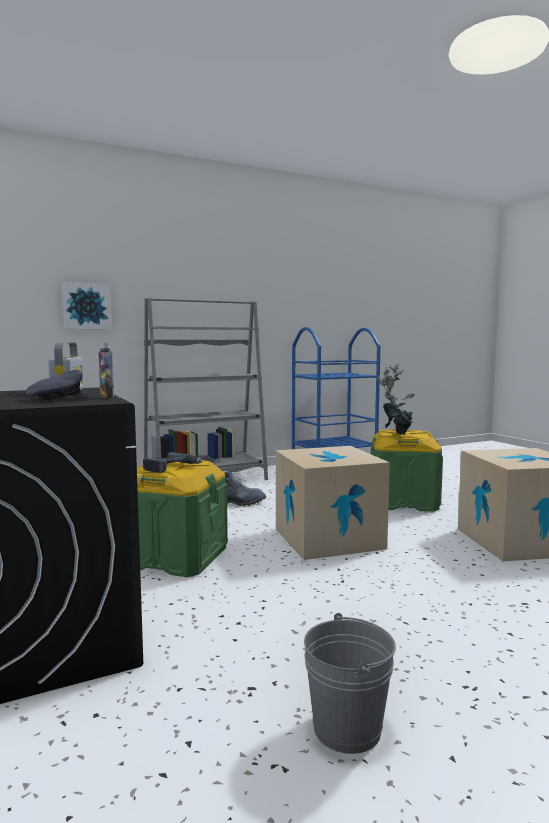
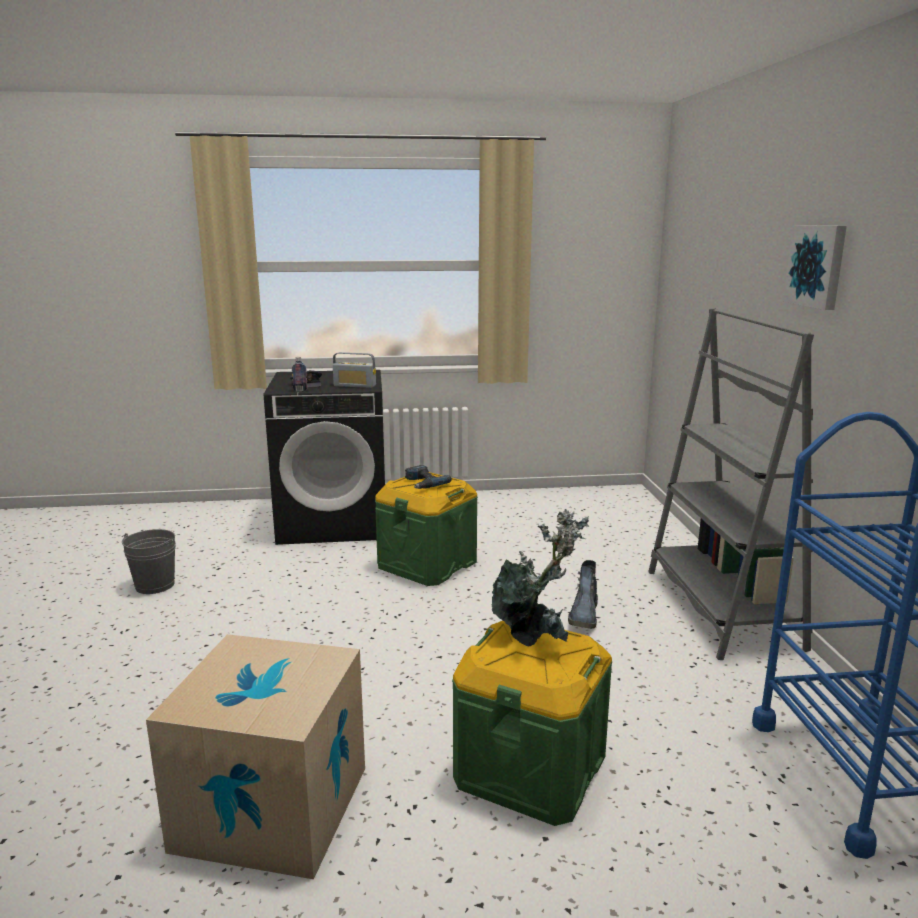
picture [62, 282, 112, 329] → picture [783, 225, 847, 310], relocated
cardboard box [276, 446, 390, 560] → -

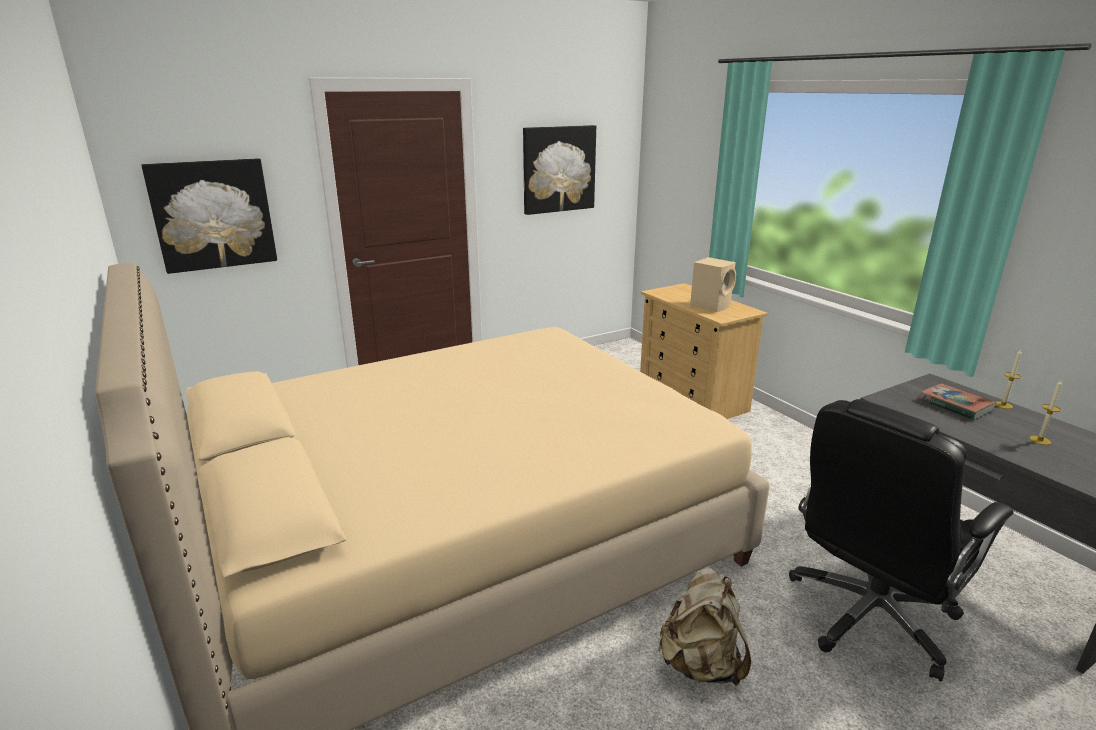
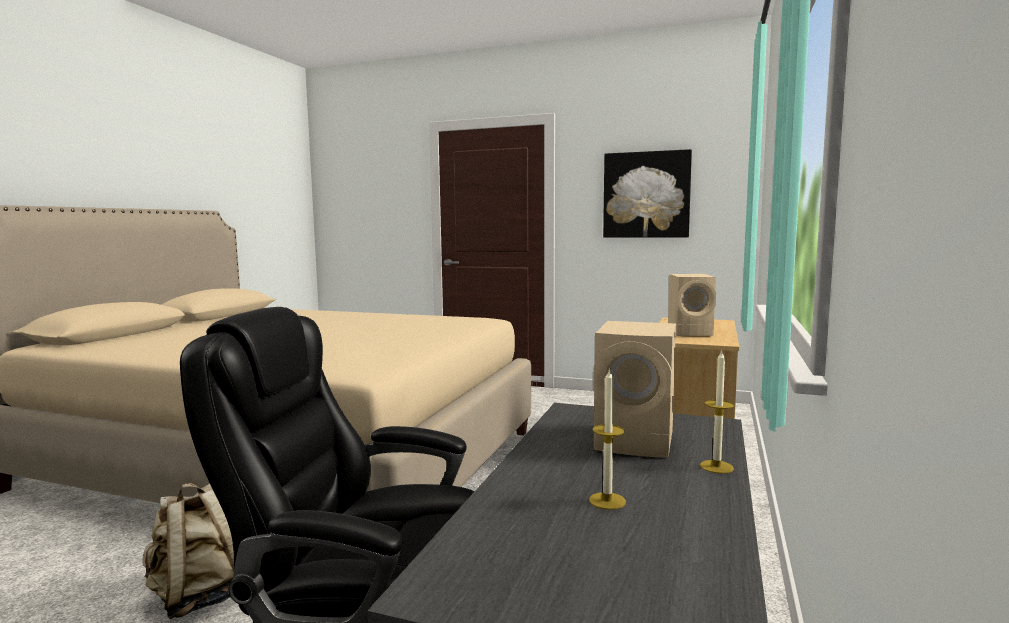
picture [141, 158, 277, 274] → -
book [919, 384, 997, 420] → beige speaker [593, 321, 676, 458]

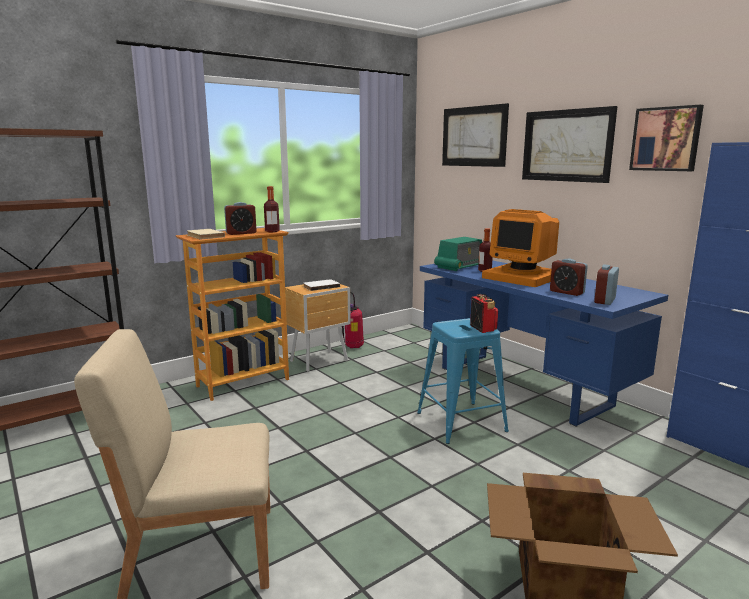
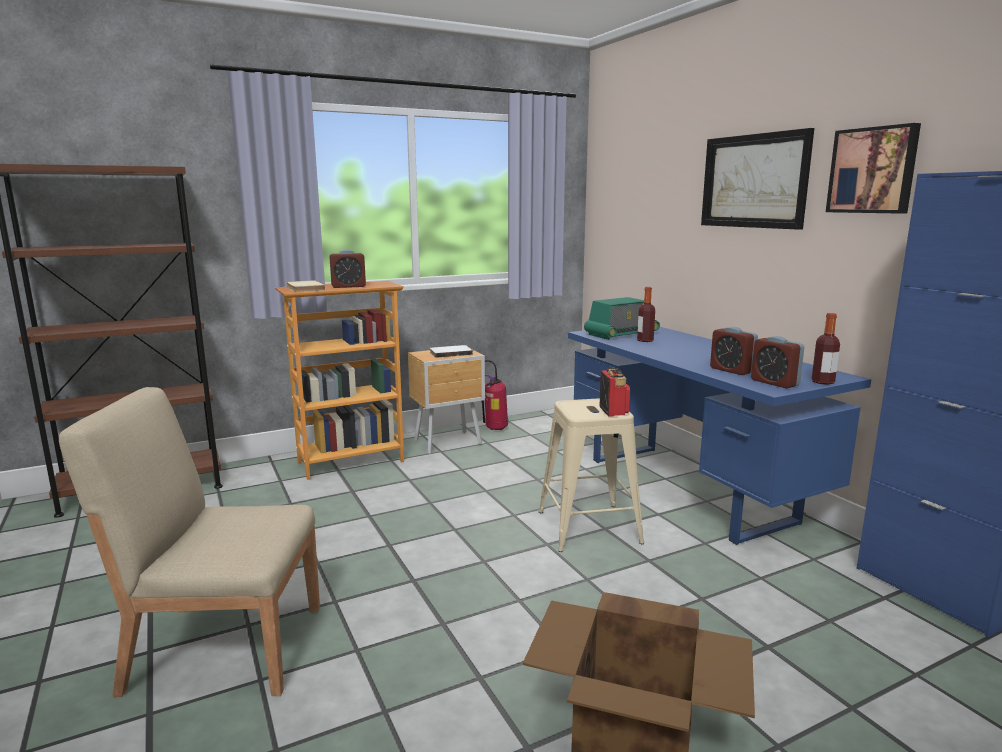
bottle [264, 186, 280, 232] → bottle [812, 313, 840, 385], relocated
blue stool [417, 318, 509, 444] → beige stool [539, 398, 644, 552]
picture [442, 103, 509, 167] → -
monitor [482, 209, 559, 287] → -
alarm clock [594, 264, 619, 305] → alarm clock [751, 336, 804, 388], 75 degrees counterclockwise

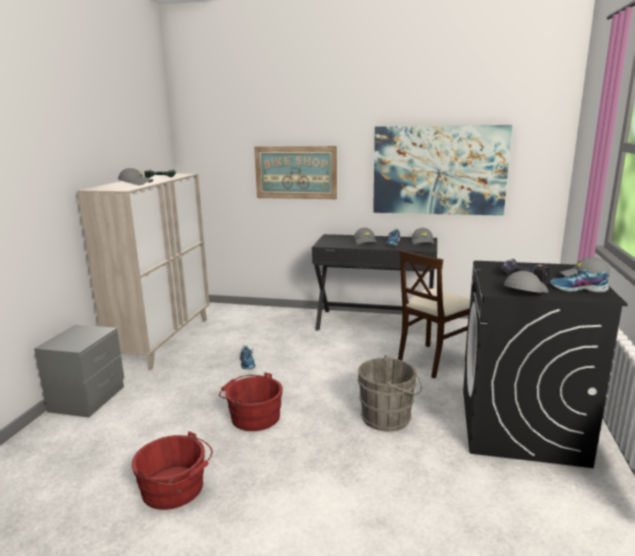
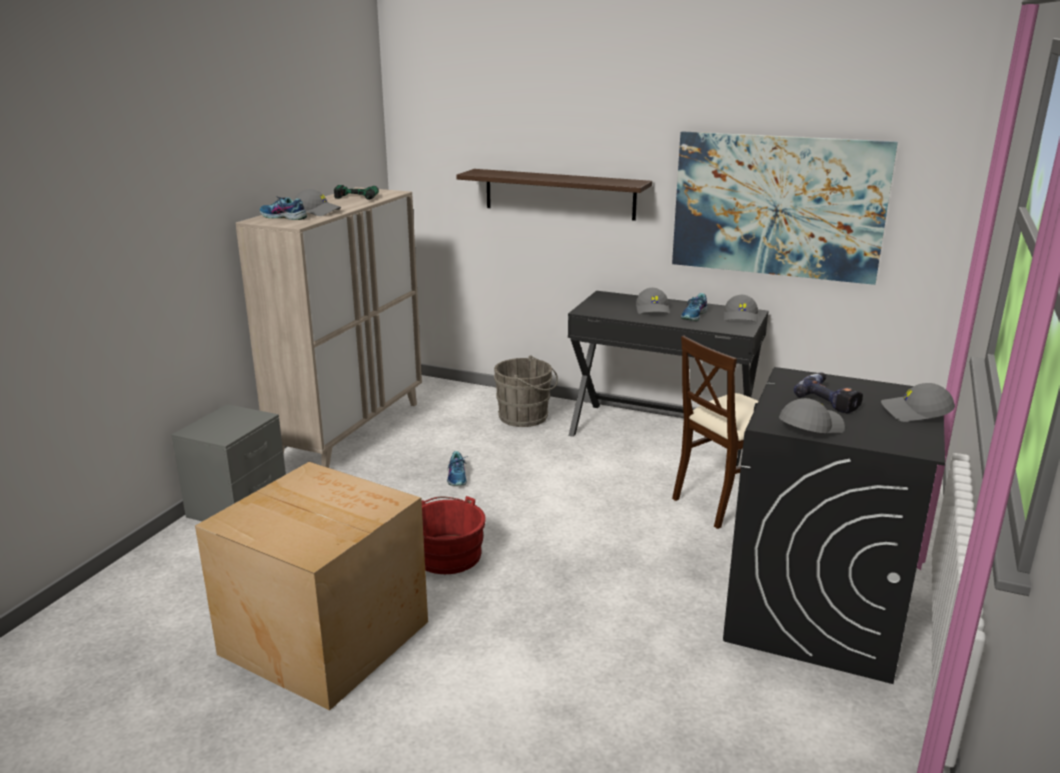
red bucket [132, 431, 213, 510] → cardboard box [195, 462, 428, 711]
picture [254, 146, 337, 199] → shelf [456, 169, 652, 221]
grey bucket [357, 355, 422, 432] → grey bucket [494, 355, 558, 427], relocated
shoe [550, 270, 610, 292] → shoe [260, 197, 307, 220], relocated

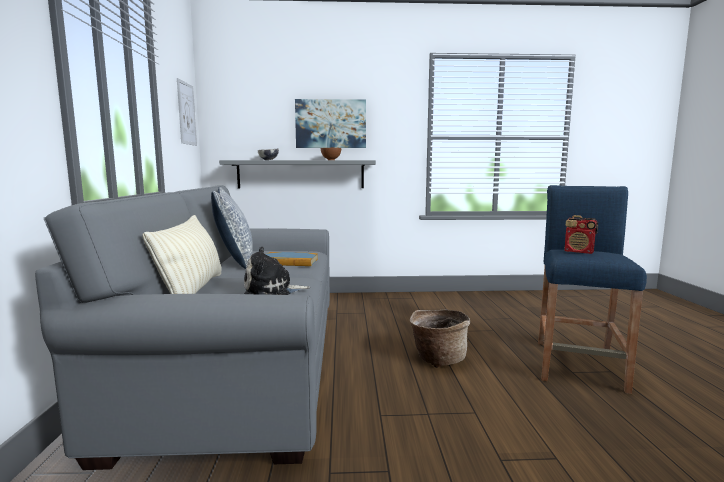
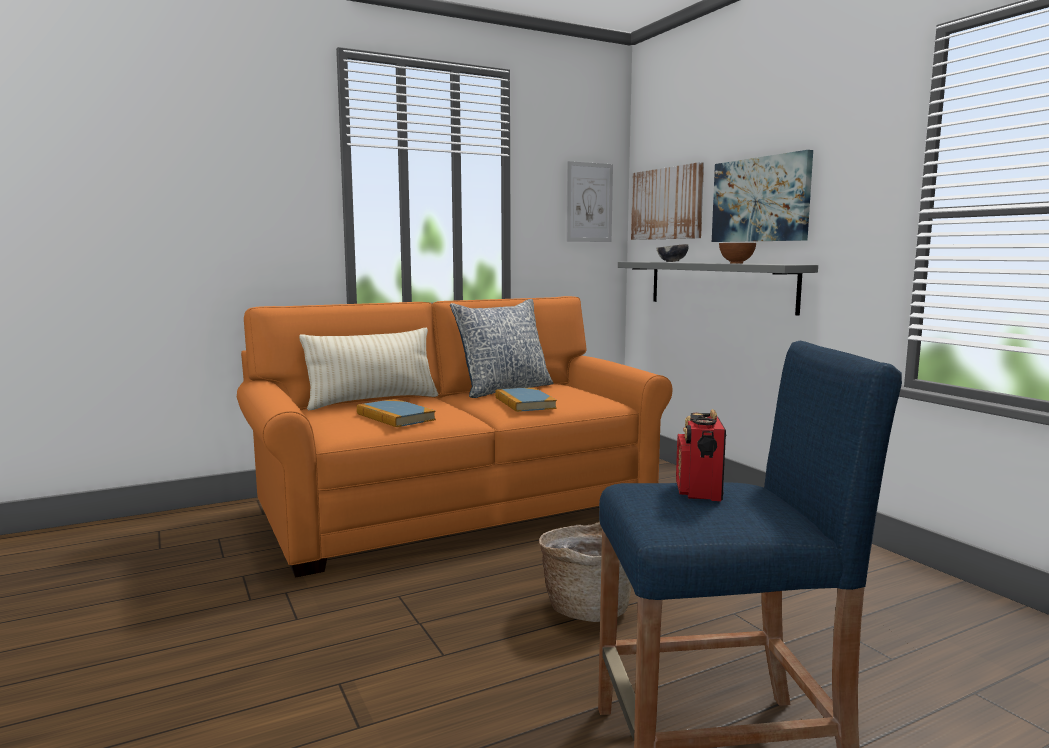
grey sofa [35, 185, 330, 470] → orange sofa [237, 296, 672, 577]
plush toy [244, 247, 310, 295] → book [357, 399, 436, 427]
- → picture [631, 162, 704, 240]

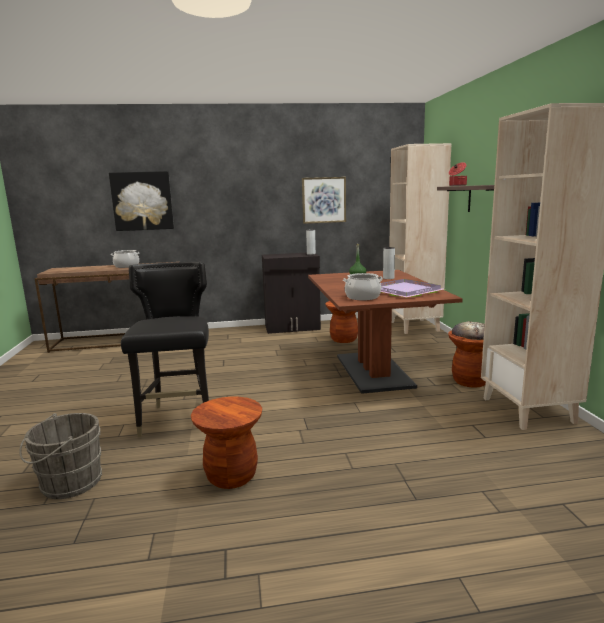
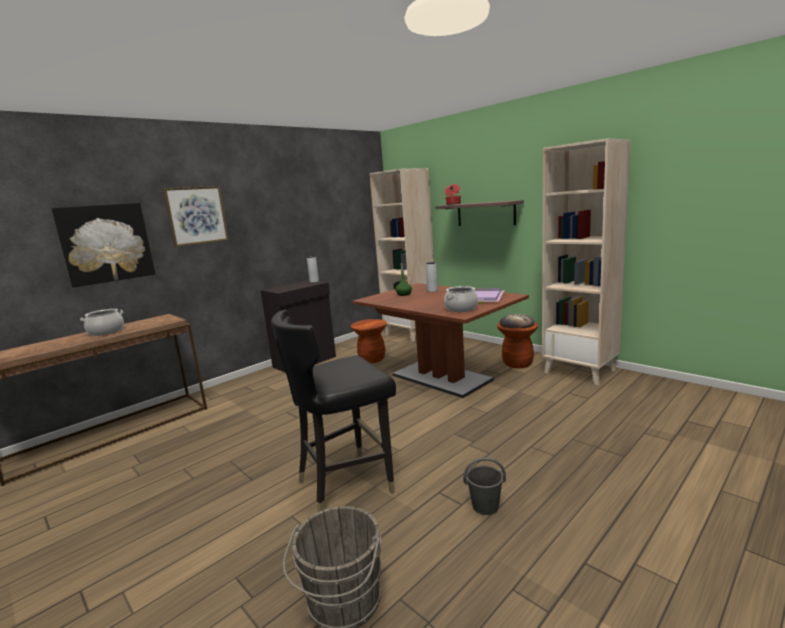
black chair [121, 261, 209, 437] → black chair [271, 310, 396, 513], 75 degrees counterclockwise
brown stool [191, 397, 262, 489] → grey bucket [463, 458, 506, 515]
picture [302, 177, 346, 224] → picture [163, 186, 229, 247], relocated

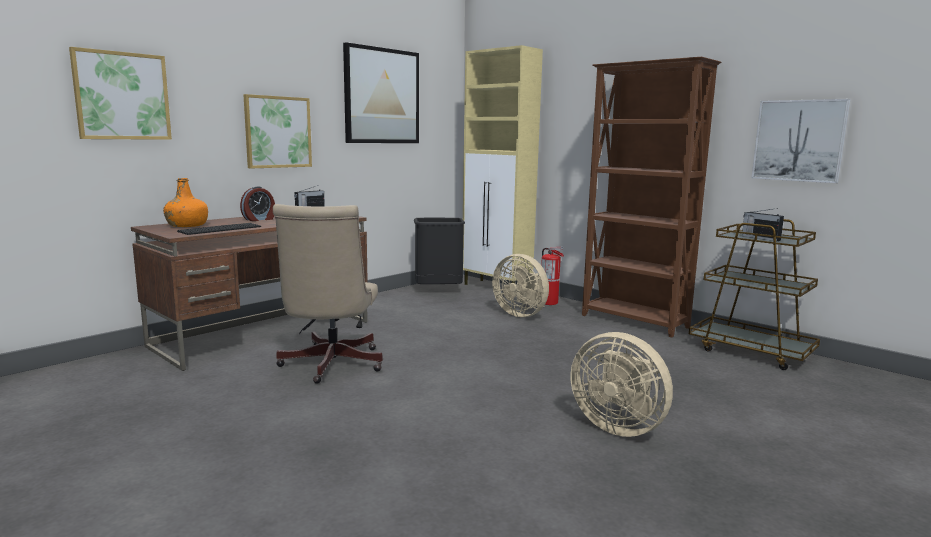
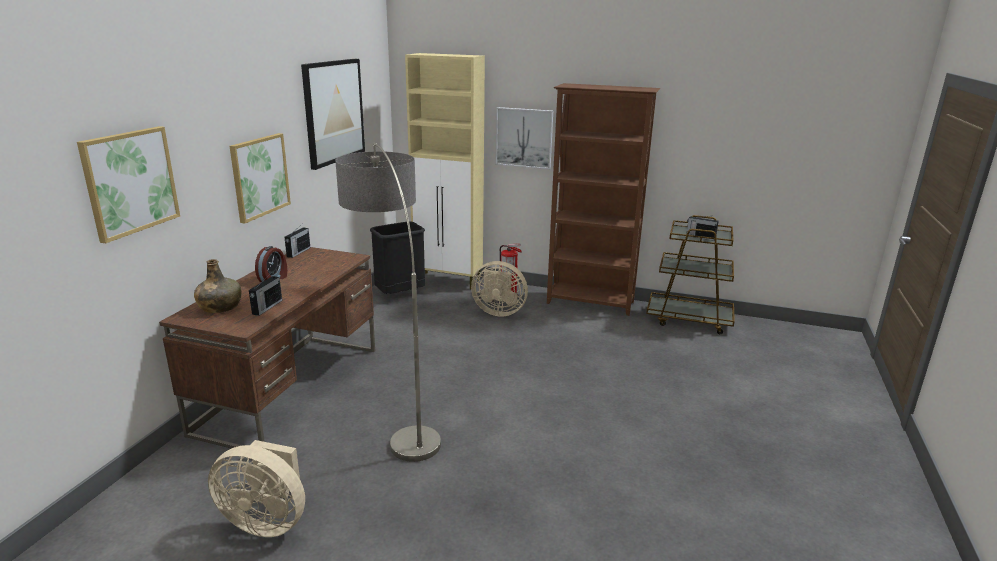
orange bottle [163, 178, 208, 227] → green bottle [194, 259, 241, 313]
keyboard [177, 223, 261, 235] → radio [249, 272, 282, 316]
beige office chair [273, 204, 383, 384] → floor lamp [335, 142, 441, 462]
beige fan [570, 332, 673, 437] → beige fan [208, 440, 305, 537], relocated
picture [751, 99, 850, 183] → picture [496, 107, 553, 169], relocated

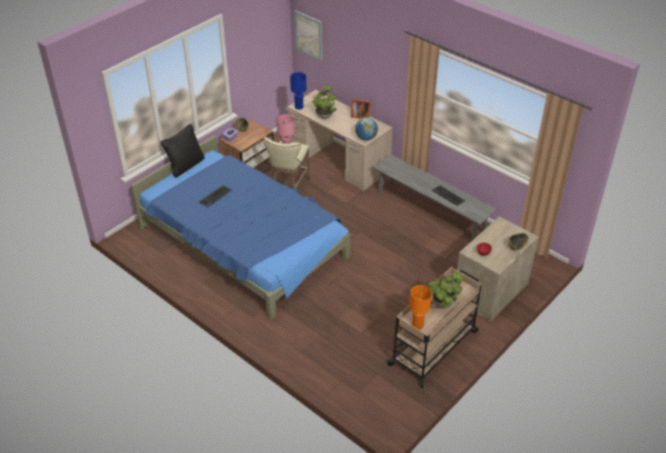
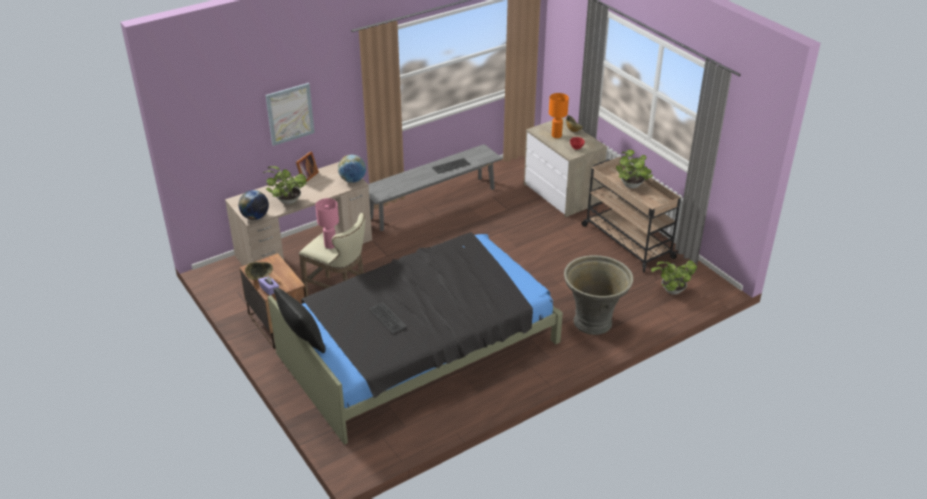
blue bed [131, 135, 350, 320] → black bed [268, 232, 563, 445]
blue table lamp [290, 72, 306, 110] → globe [239, 190, 269, 220]
picture [294, 10, 322, 61] → picture [265, 83, 315, 146], relocated
orange table lamp [409, 285, 432, 330] → orange table lamp [549, 93, 569, 138], relocated
- → grey planter [564, 255, 633, 335]
- → potted plant [651, 260, 697, 295]

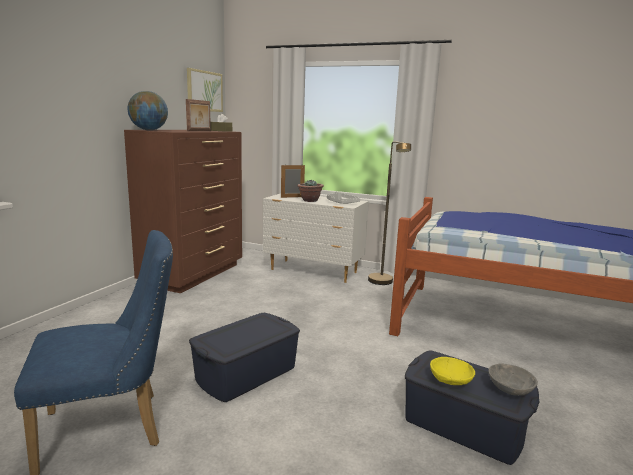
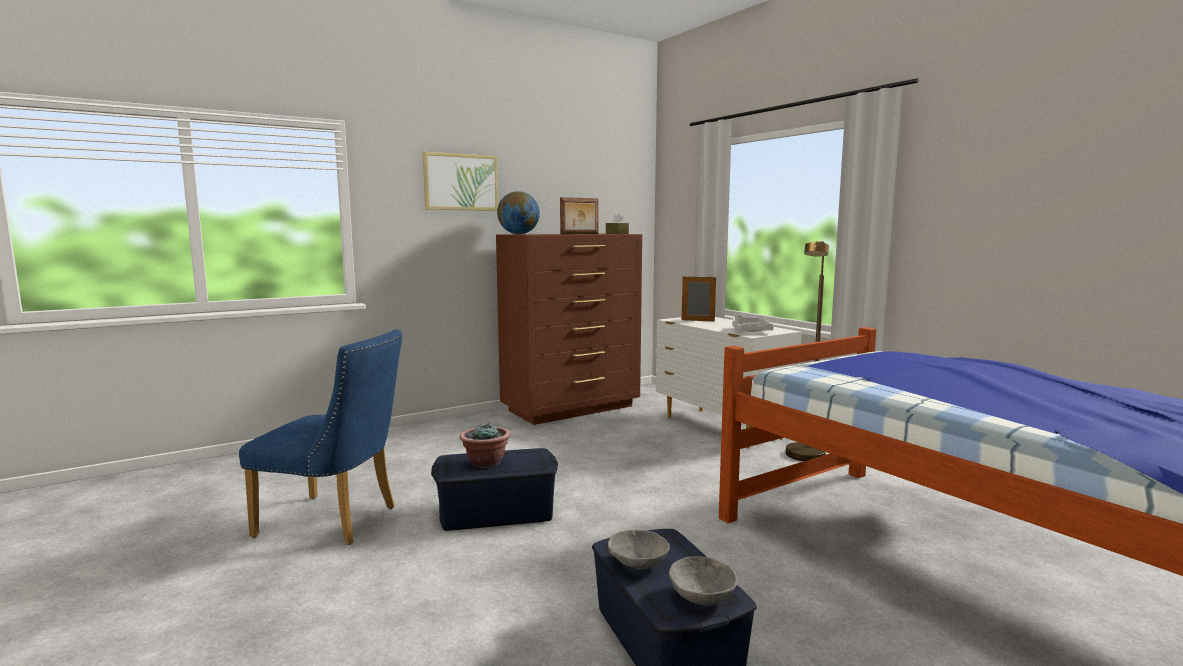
picture [187, 68, 223, 112] → picture [423, 152, 498, 211], relocated
potted plant [297, 179, 324, 202] → potted plant [459, 422, 511, 468], relocated
yellow bowl [430, 357, 475, 385] → grey bowl [608, 530, 670, 570]

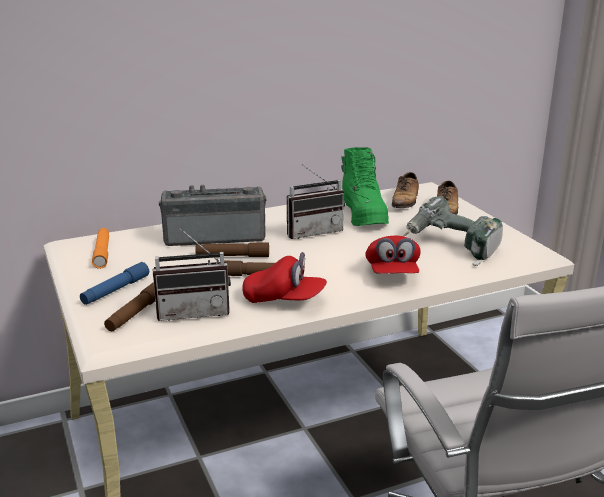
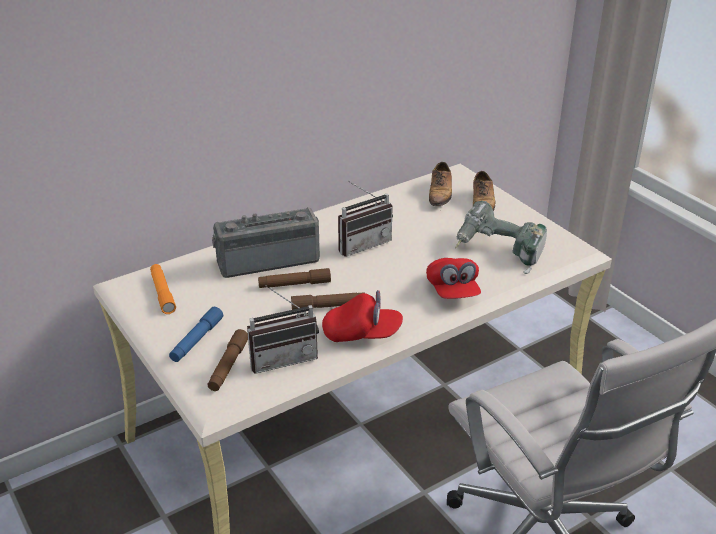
green boot [341, 147, 389, 226] → -

